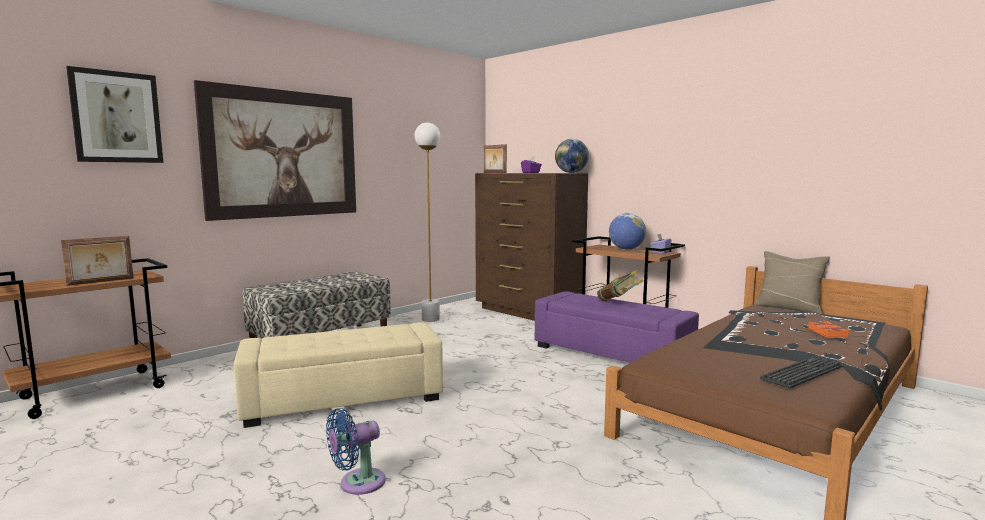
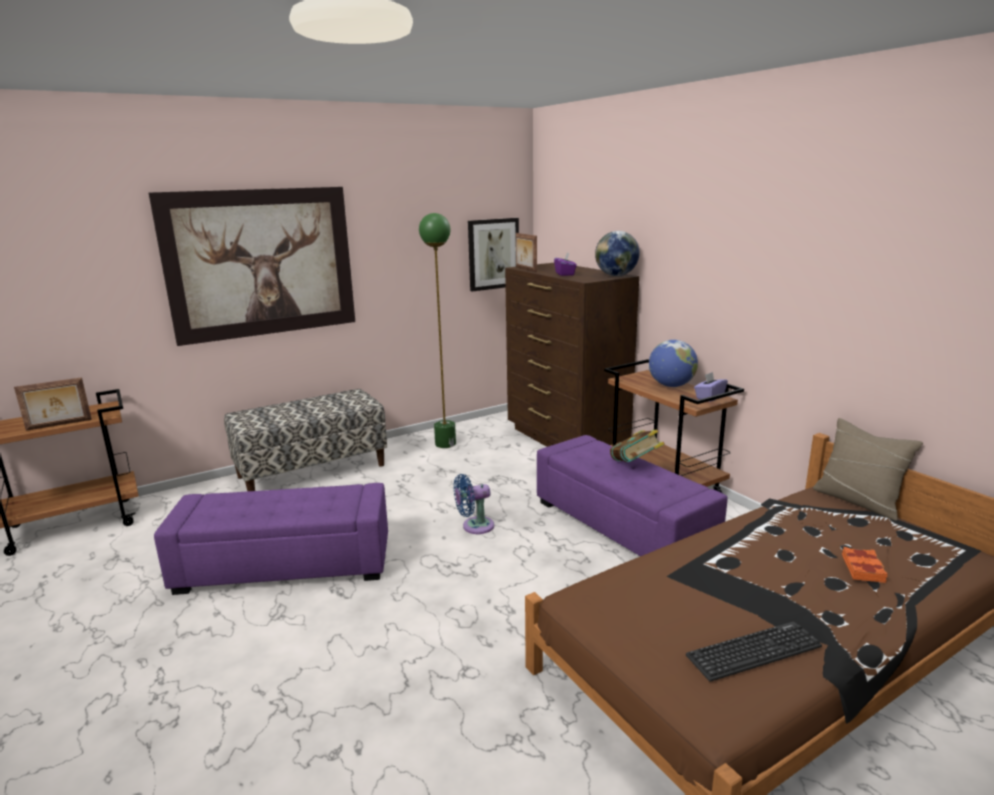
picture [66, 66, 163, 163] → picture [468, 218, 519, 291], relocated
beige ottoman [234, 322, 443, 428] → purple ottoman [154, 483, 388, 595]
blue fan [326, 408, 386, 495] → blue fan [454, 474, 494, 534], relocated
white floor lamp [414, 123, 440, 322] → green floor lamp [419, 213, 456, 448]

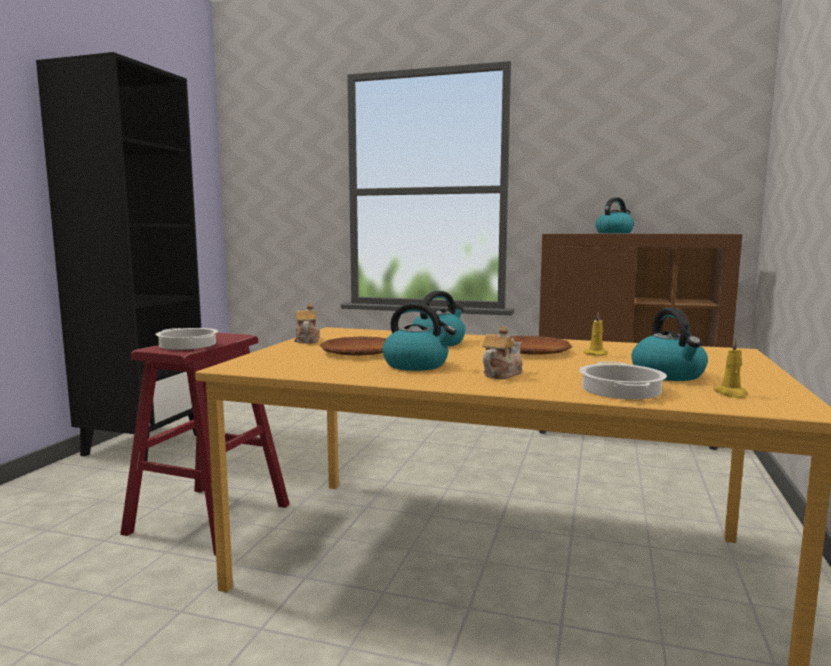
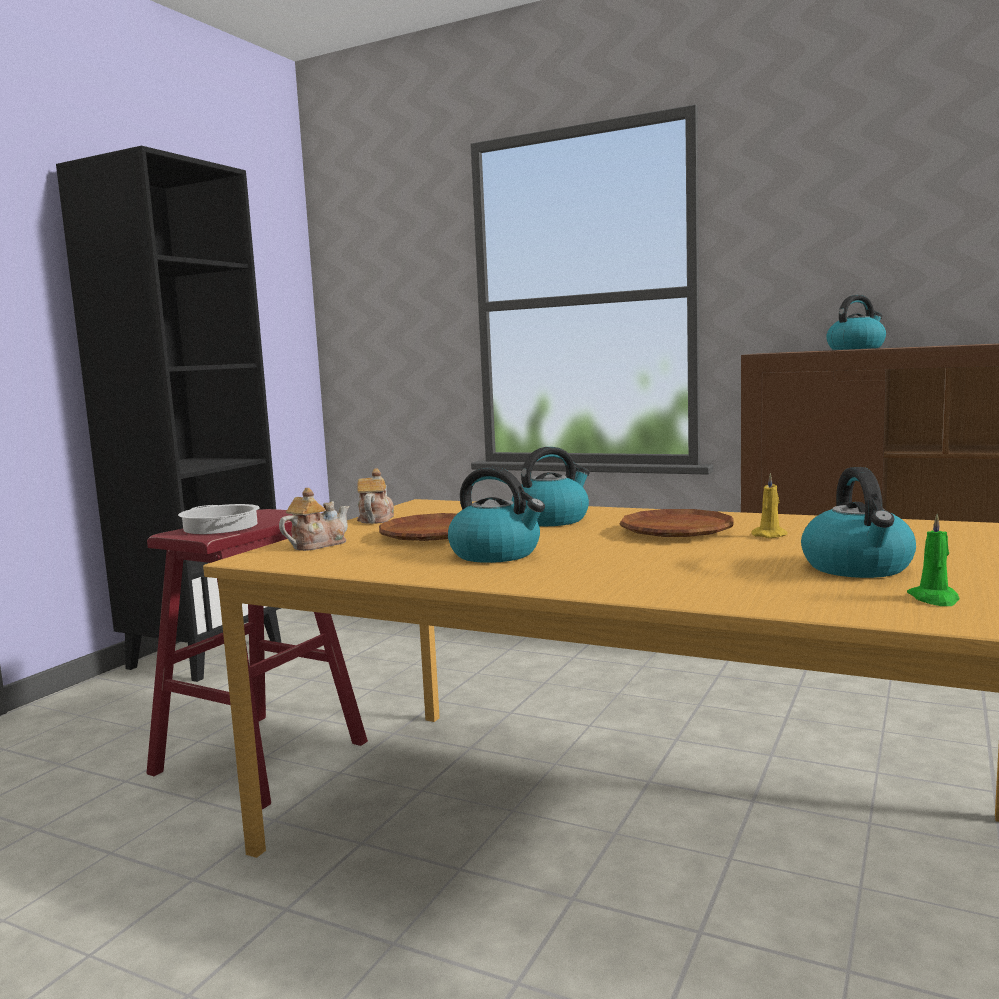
teapot [483, 326, 522, 379] → teapot [279, 488, 349, 551], relocated
cooking pot [579, 361, 667, 399] → -
yellow candle [713, 338, 748, 399] → green candle [907, 514, 959, 606]

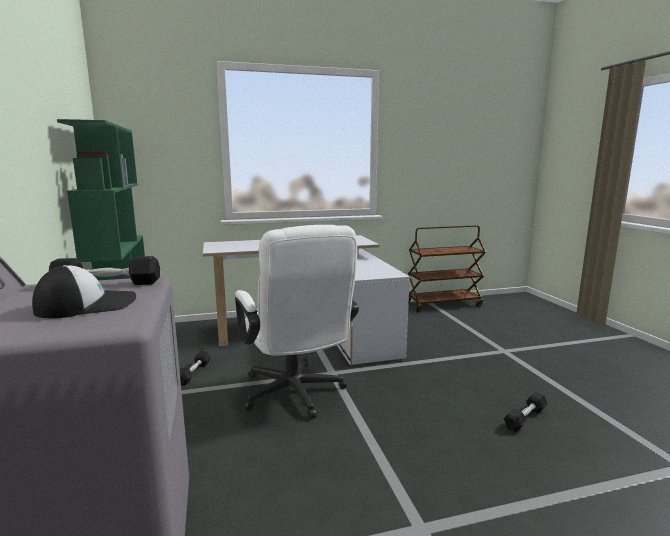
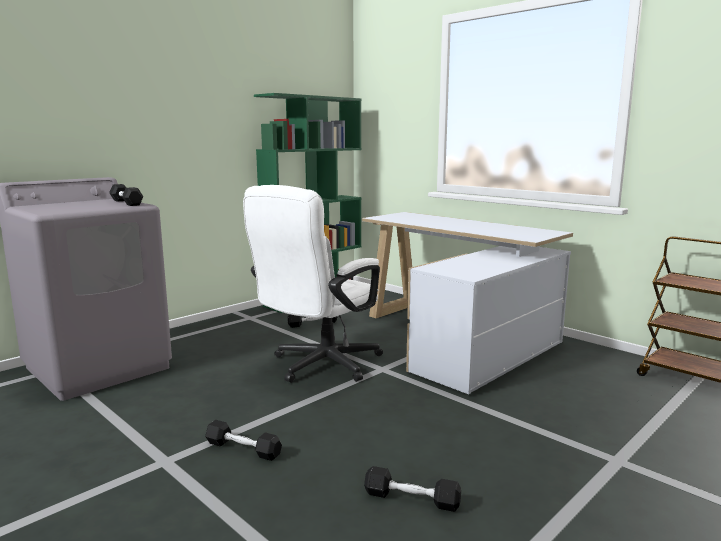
cap [32, 265, 136, 318] → -
- → black dumbbell [205, 420, 282, 461]

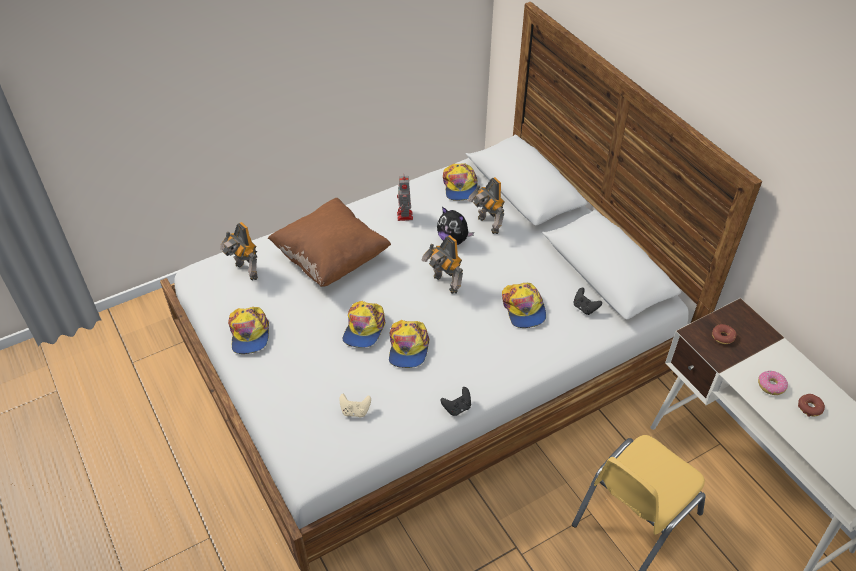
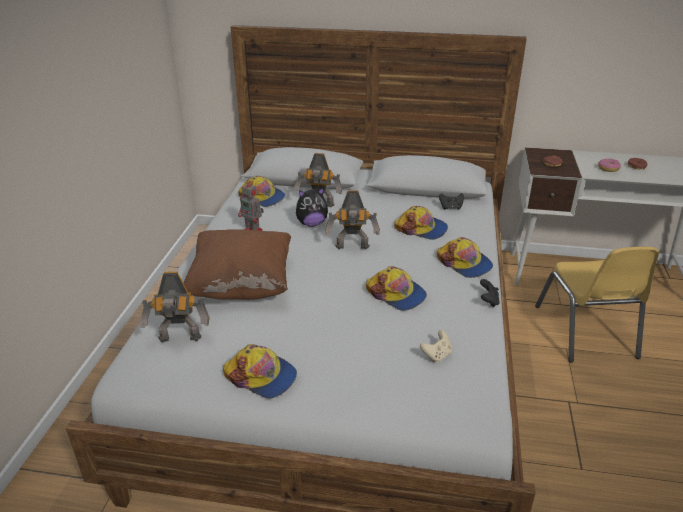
cap [343, 301, 386, 348] → cap [437, 237, 493, 278], relocated

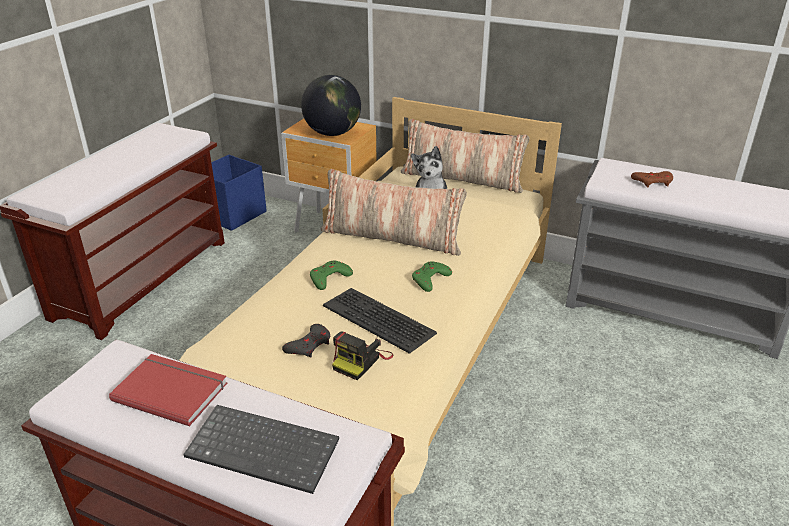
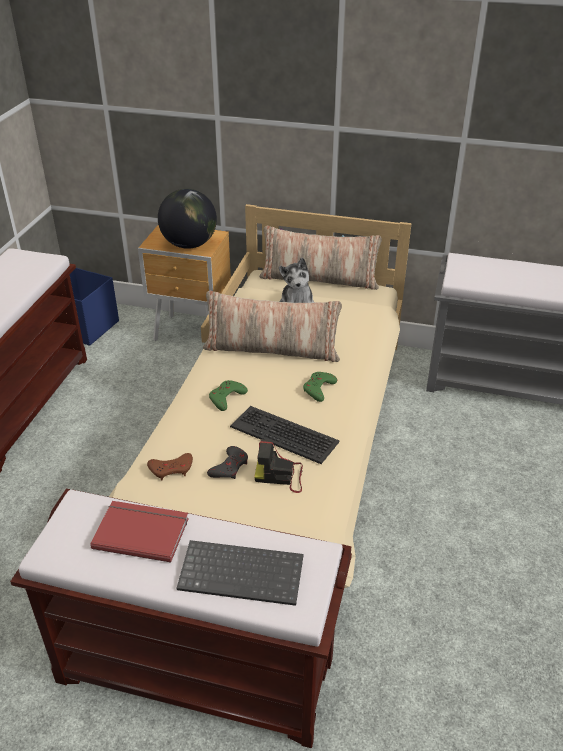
photo camera [332, 332, 393, 380] → photo camera [254, 439, 303, 493], 75 degrees clockwise
brown game controller [631, 171, 673, 187] → brown game controller [147, 453, 193, 481], relocated

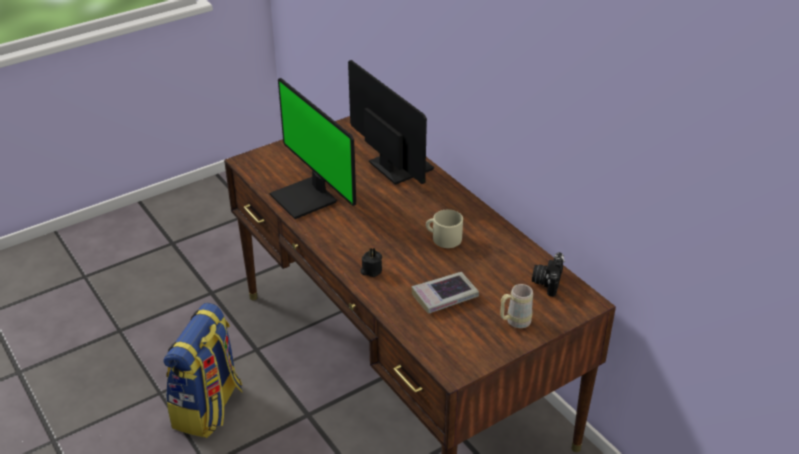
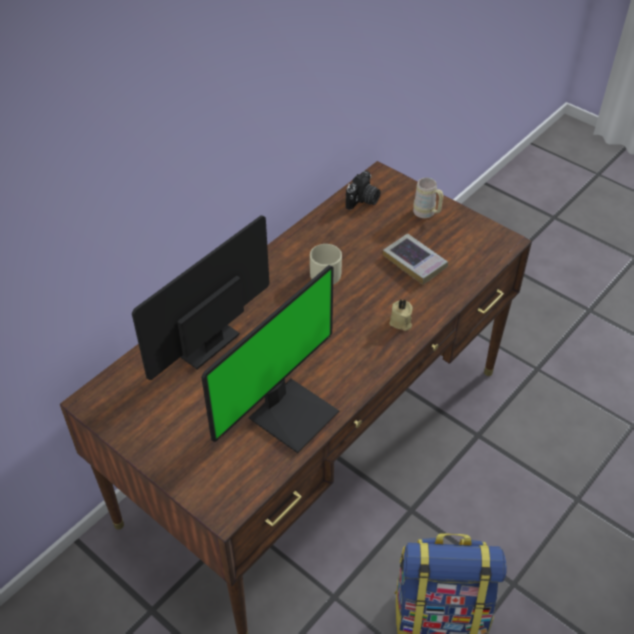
black candle [360, 248, 382, 277] → beige candle [389, 300, 412, 331]
photo camera [532, 252, 565, 297] → photo camera [345, 171, 380, 210], 60 degrees counterclockwise

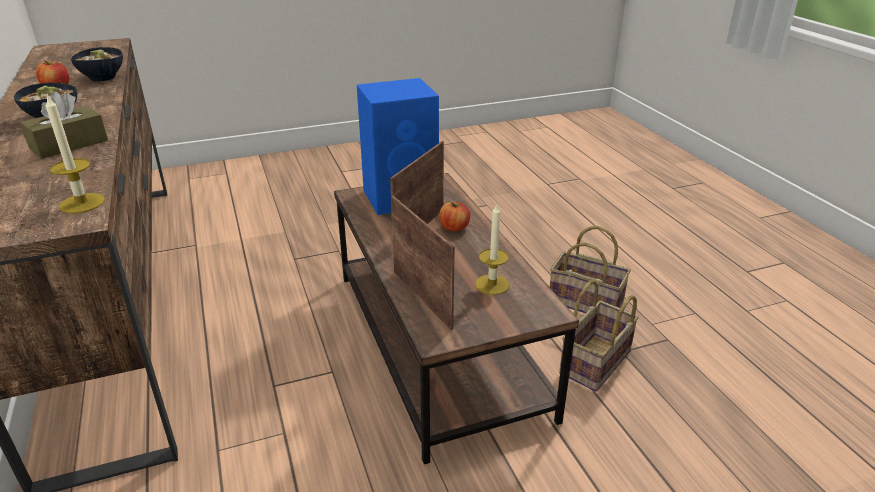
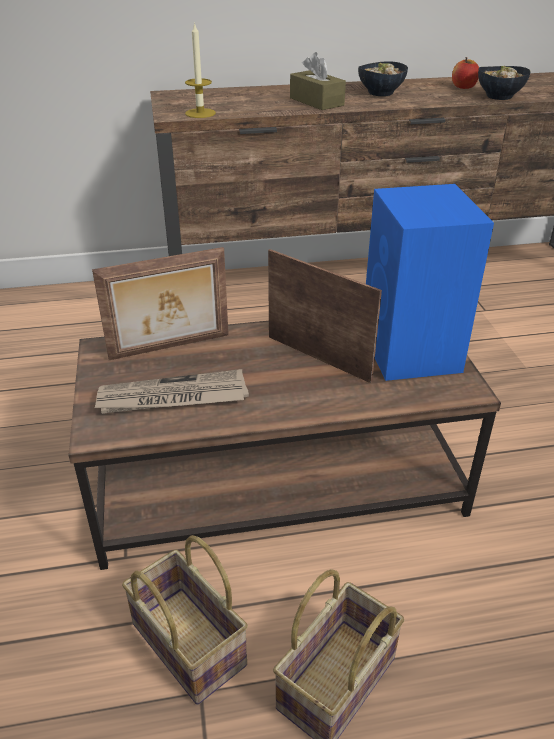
apple [439, 202, 470, 231] → -
candle [475, 203, 510, 295] → newspaper [94, 369, 249, 414]

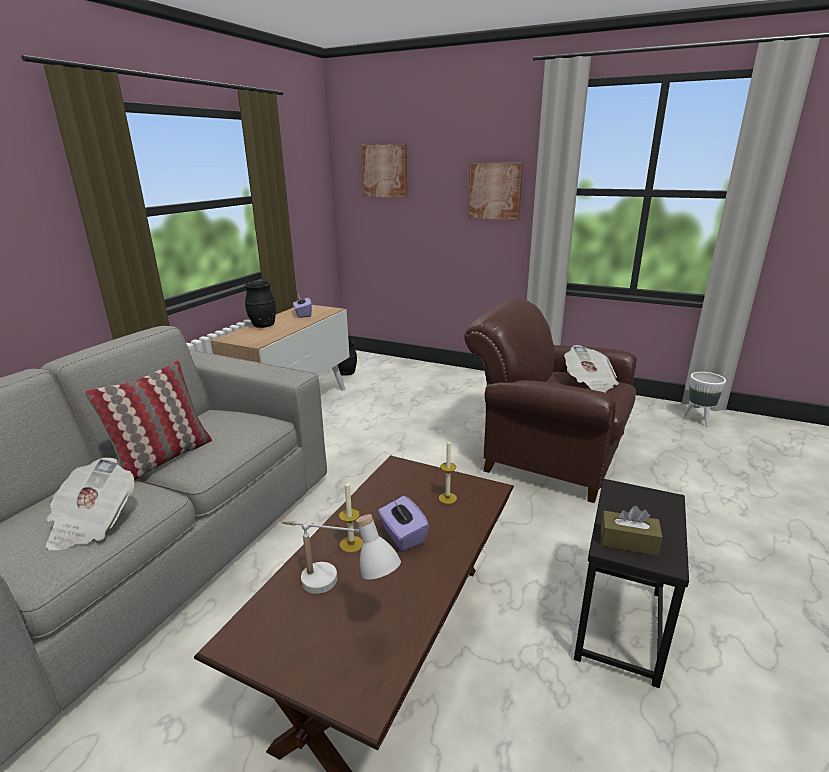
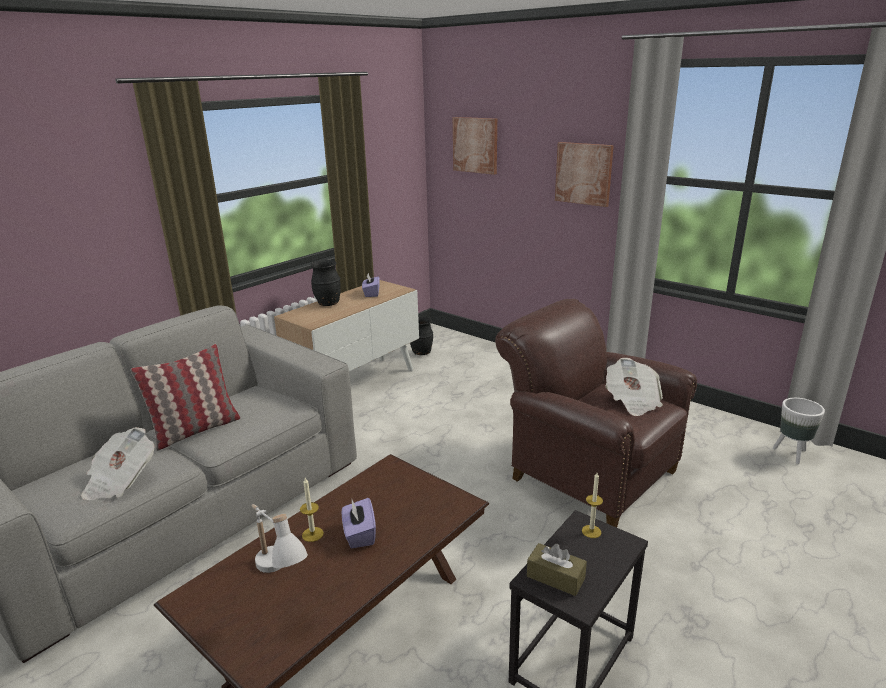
candle [439, 439, 457, 504] → candle [582, 473, 603, 538], relocated

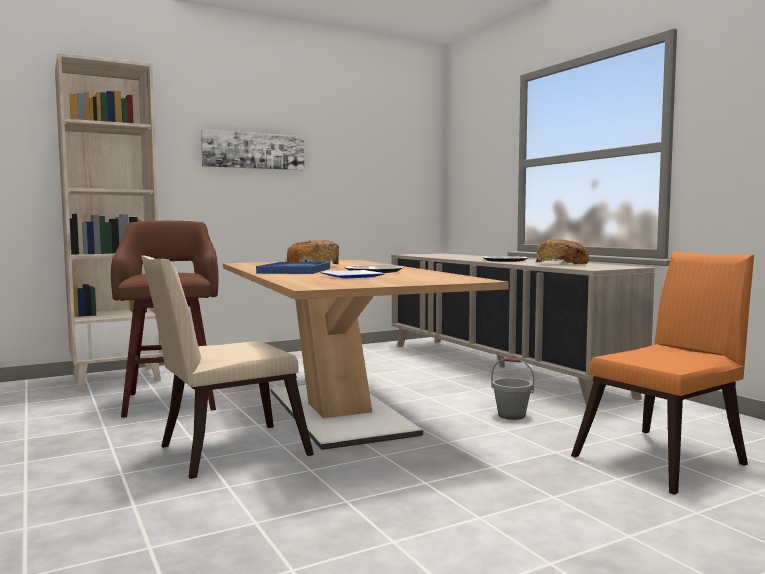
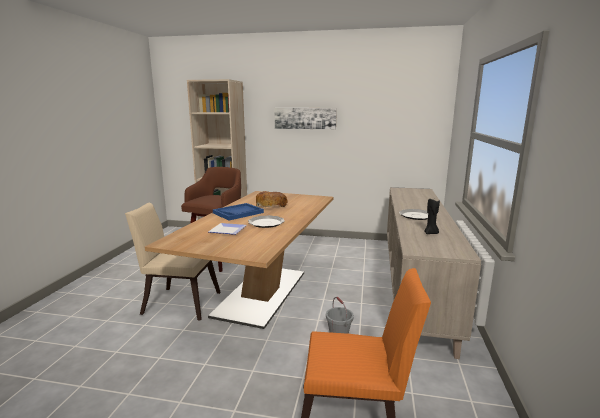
bread [536, 239, 589, 264] → black candle [424, 199, 440, 234]

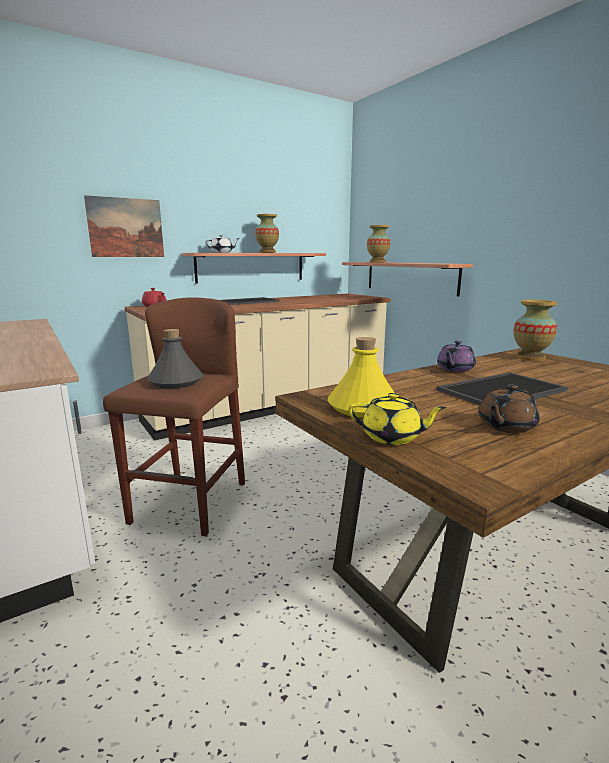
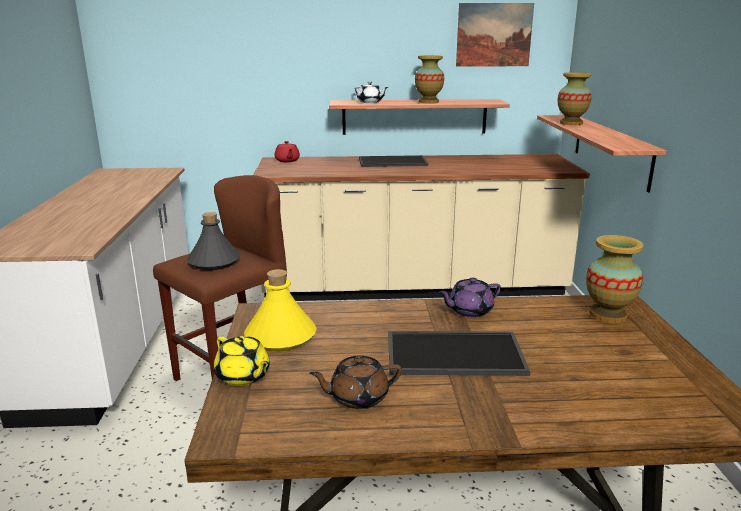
picture [84, 195, 164, 257] → picture [456, 3, 534, 67], relocated

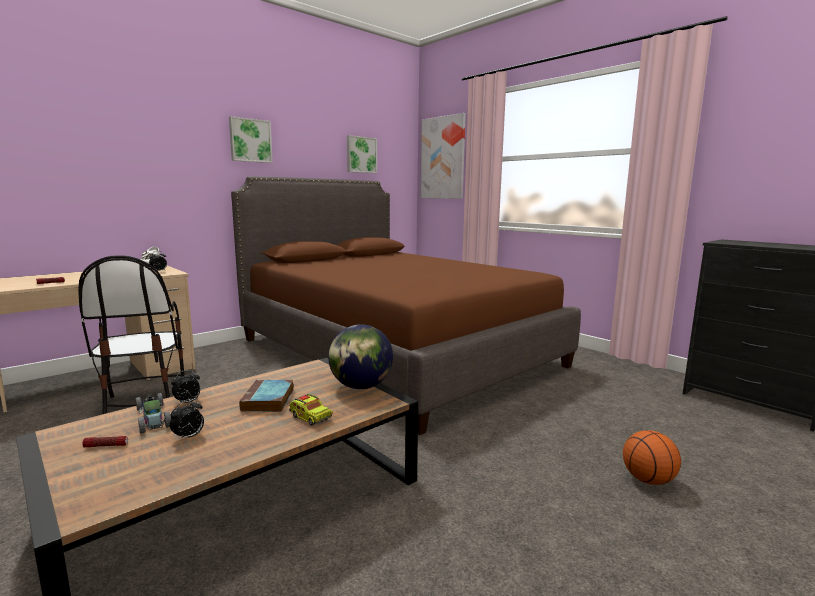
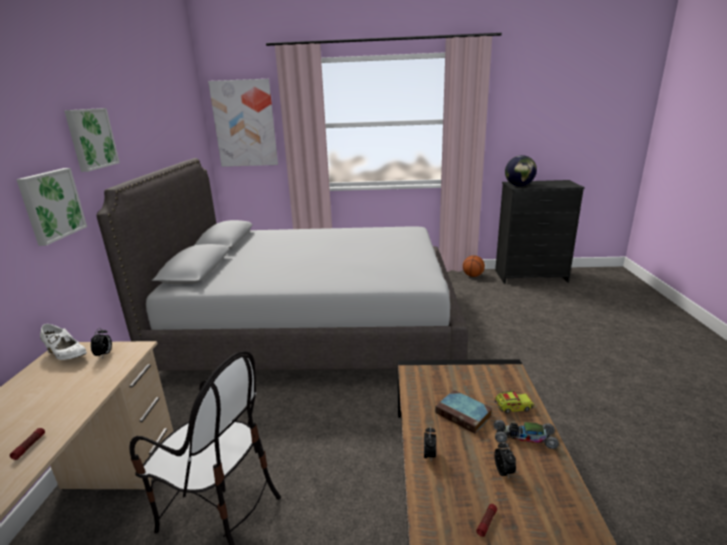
toy car [136, 393, 171, 434] → toy car [494, 420, 559, 449], relocated
brown bed [231, 176, 581, 435] → grey bed [96, 158, 468, 373]
globe [328, 324, 393, 389] → globe [505, 155, 537, 186], relocated
picture [347, 135, 377, 173] → picture [16, 168, 87, 246], relocated
basketball [623, 430, 681, 485] → basketball [463, 255, 485, 277], relocated

